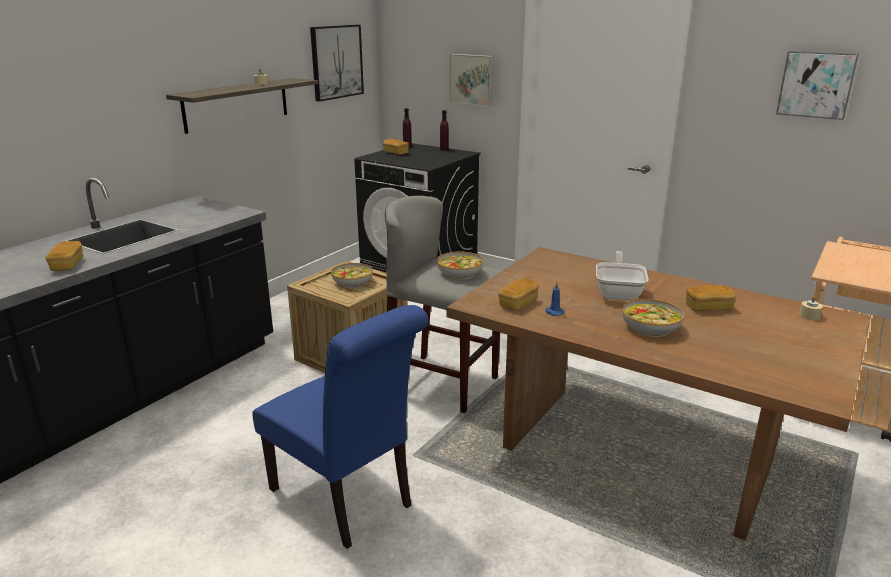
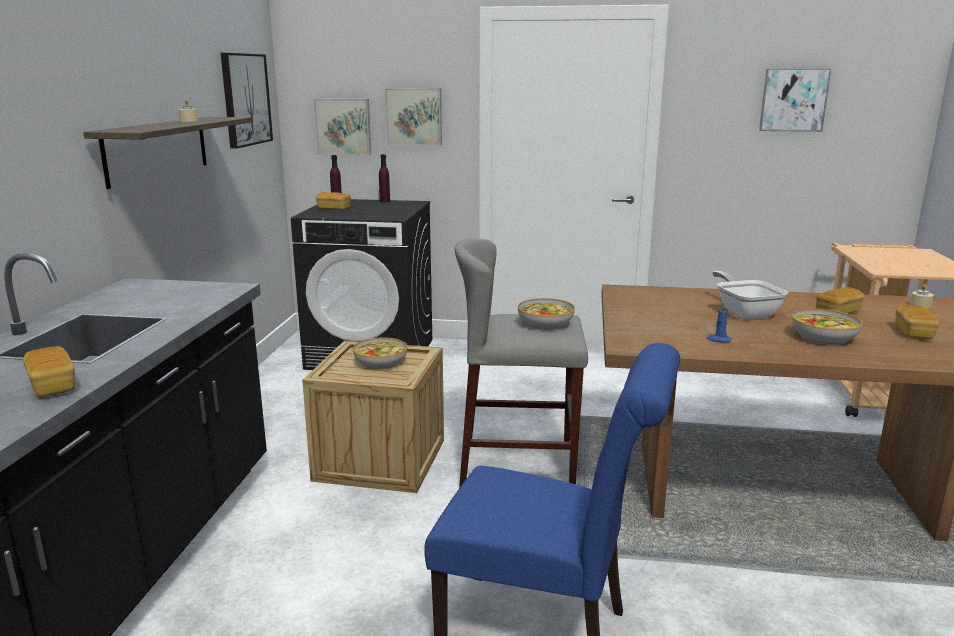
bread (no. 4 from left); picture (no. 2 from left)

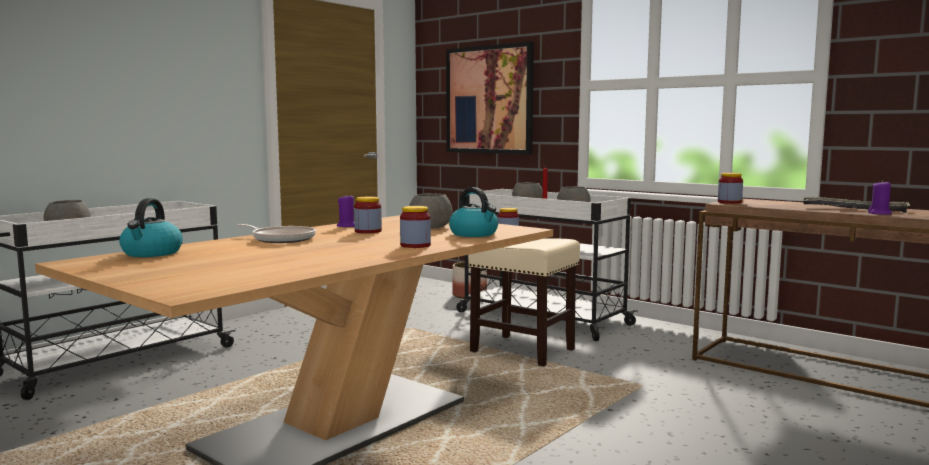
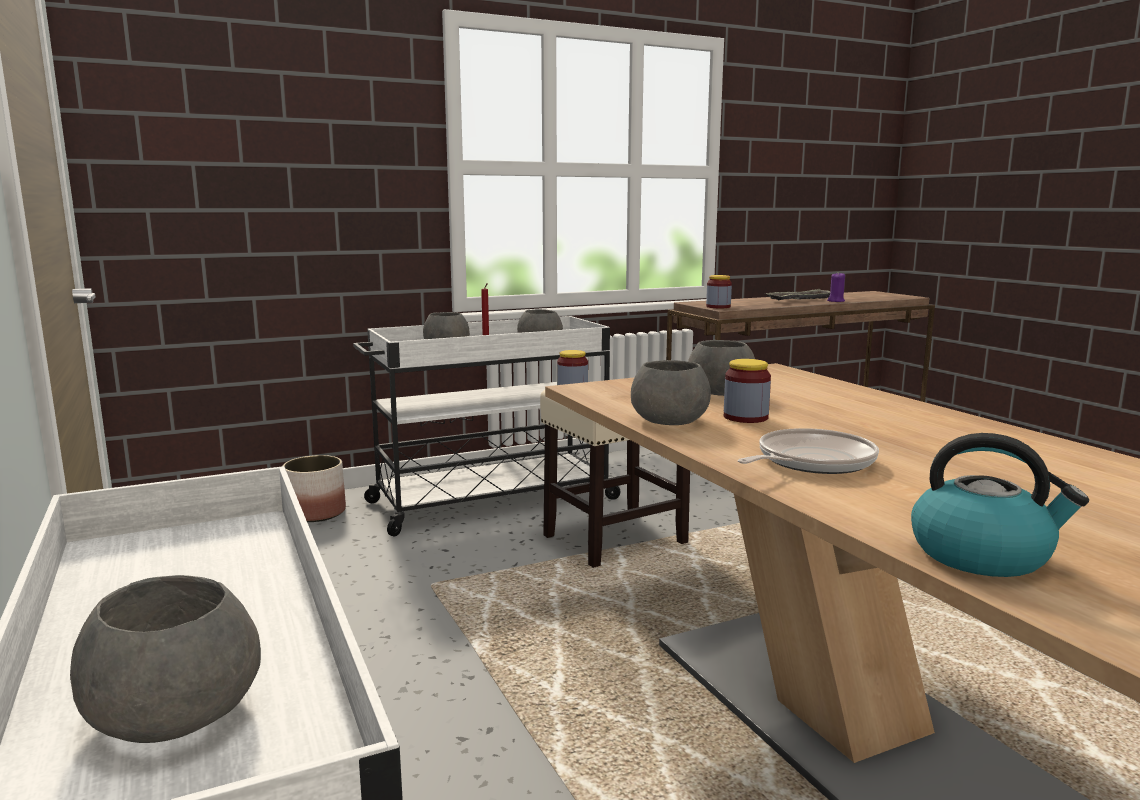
bowl (grey) (no. 4 from left); jar (no. 2 from left in the first image); picture; kettle (no. 2 from left in the first image)

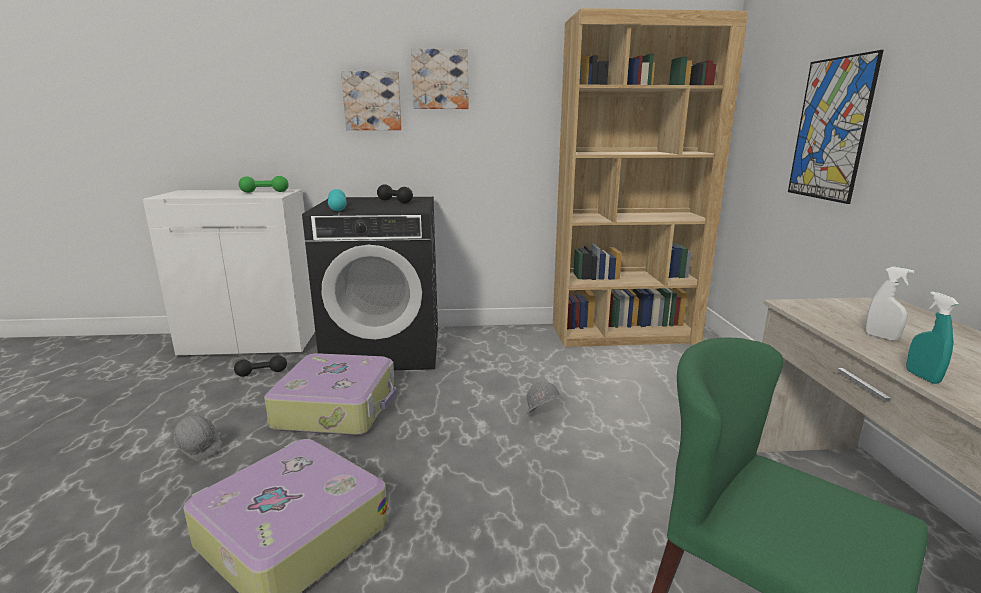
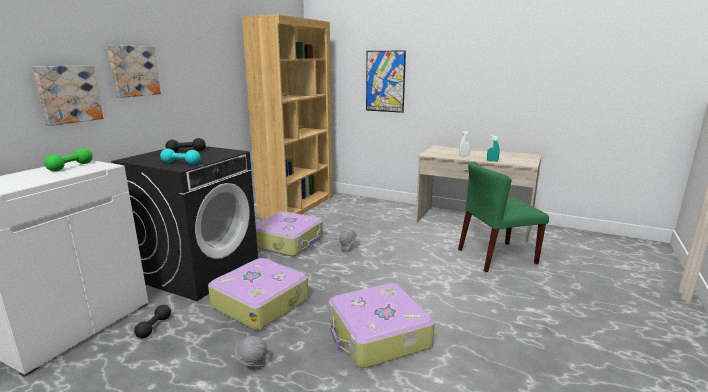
picture (no. 1 from left); suitcase (no. 2 from left)

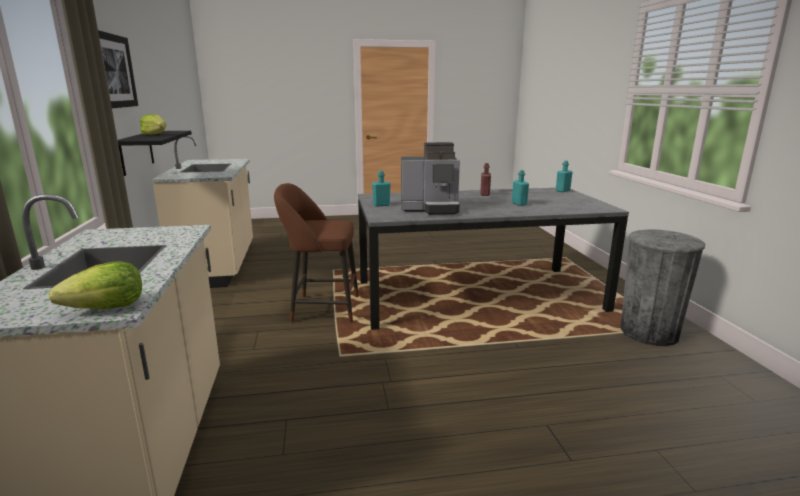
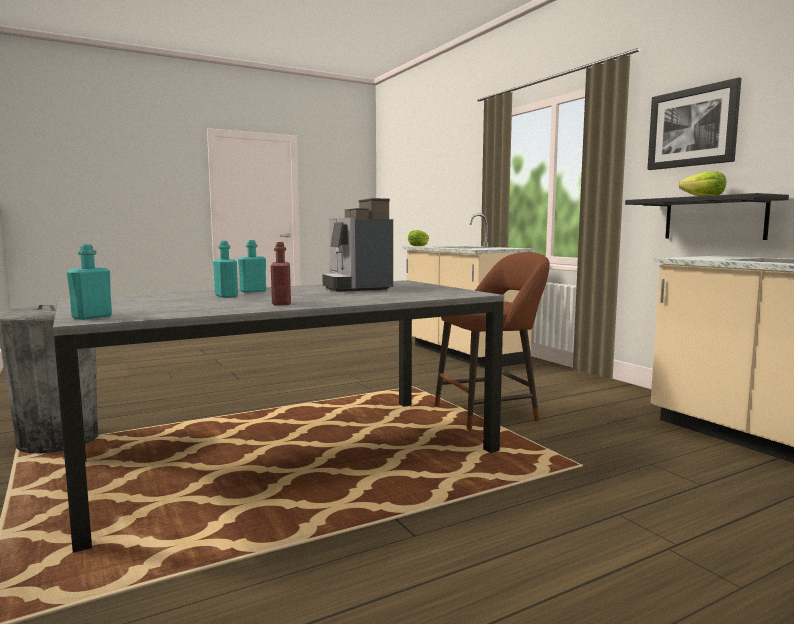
bottle (turquoise) (no. 3 from left); coffee machine

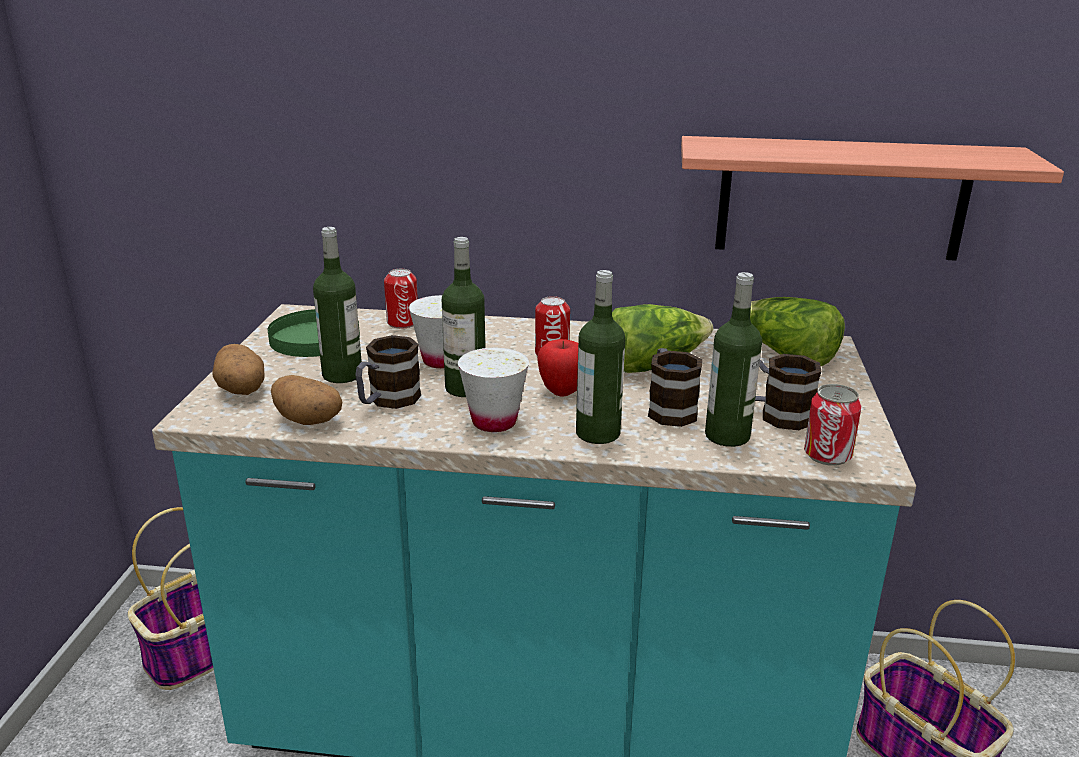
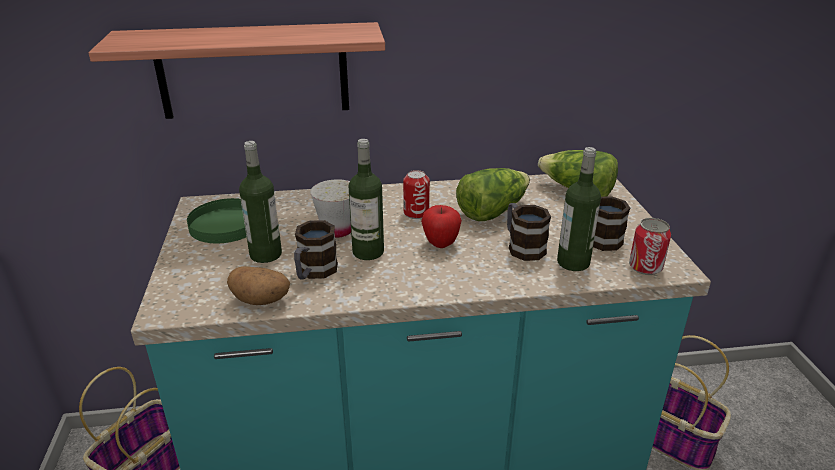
potato (no. 1 from left in the first image); can (no. 1 from left in the first image); cup (white) (no. 2 from left in the first image); bottle (no. 3 from left in the first image); shelf

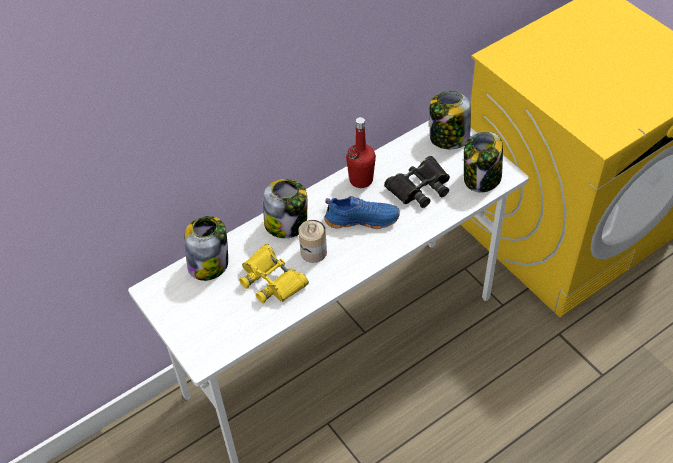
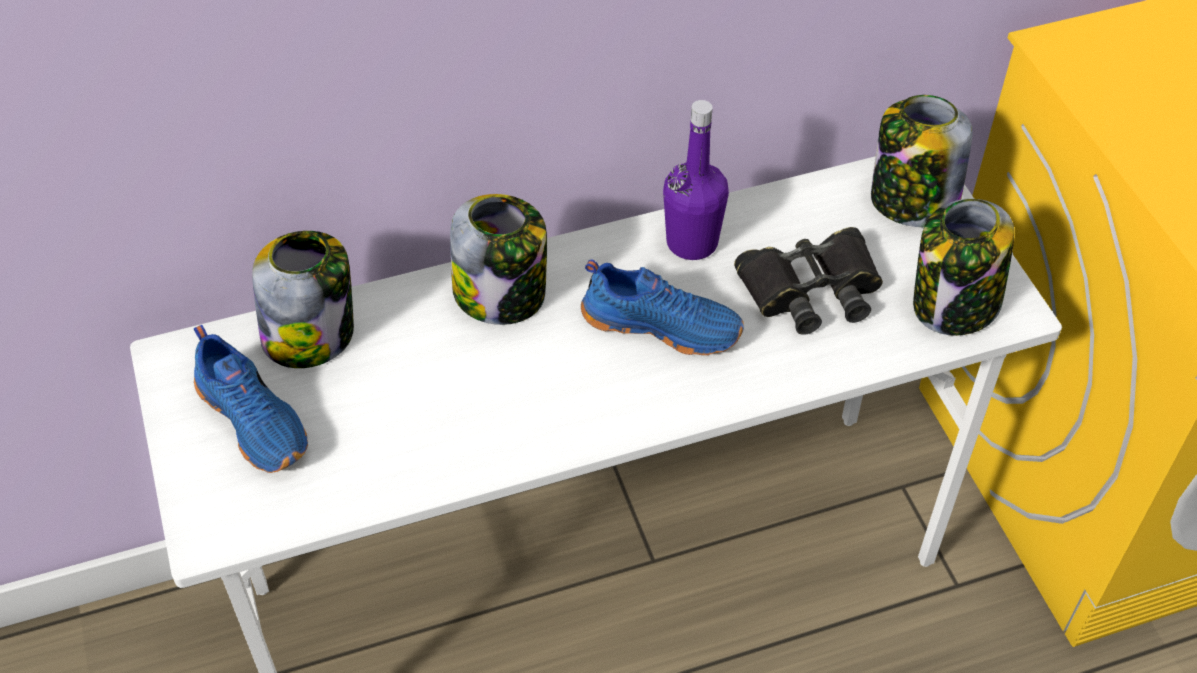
binoculars (yellow); can; bottle (purple); shoe (blue) (no. 1 from left)

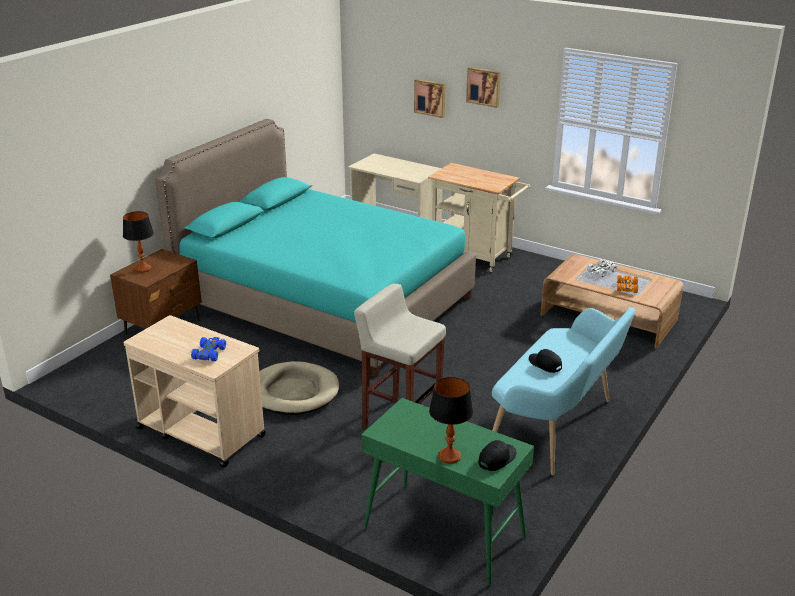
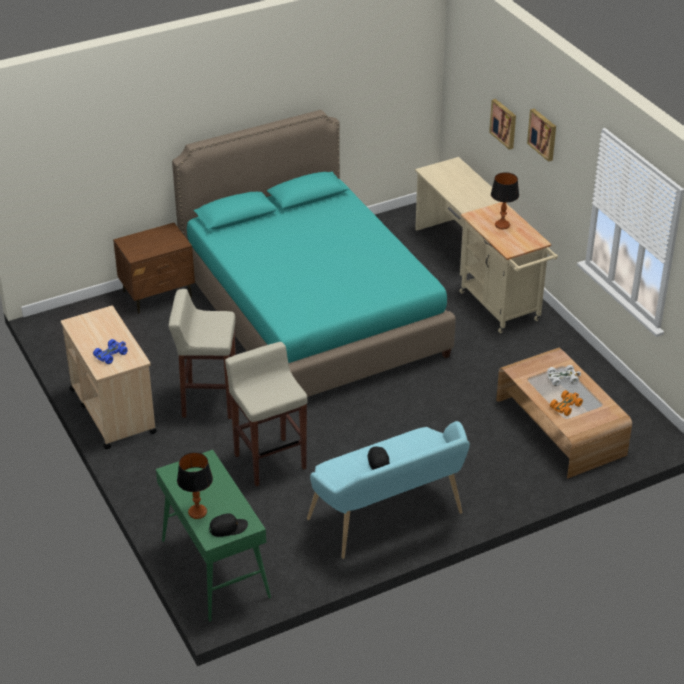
table lamp (no. 2 from left); stool (beige) (no. 1 from left)

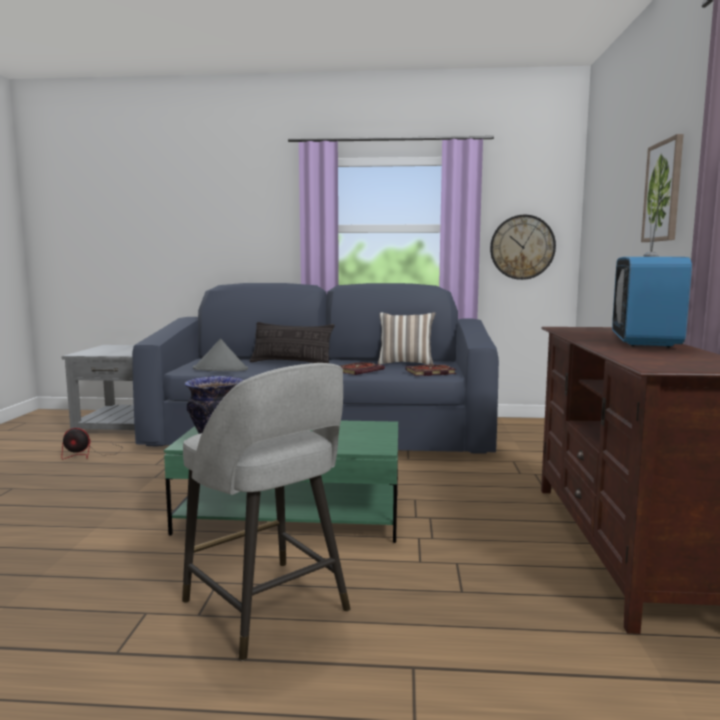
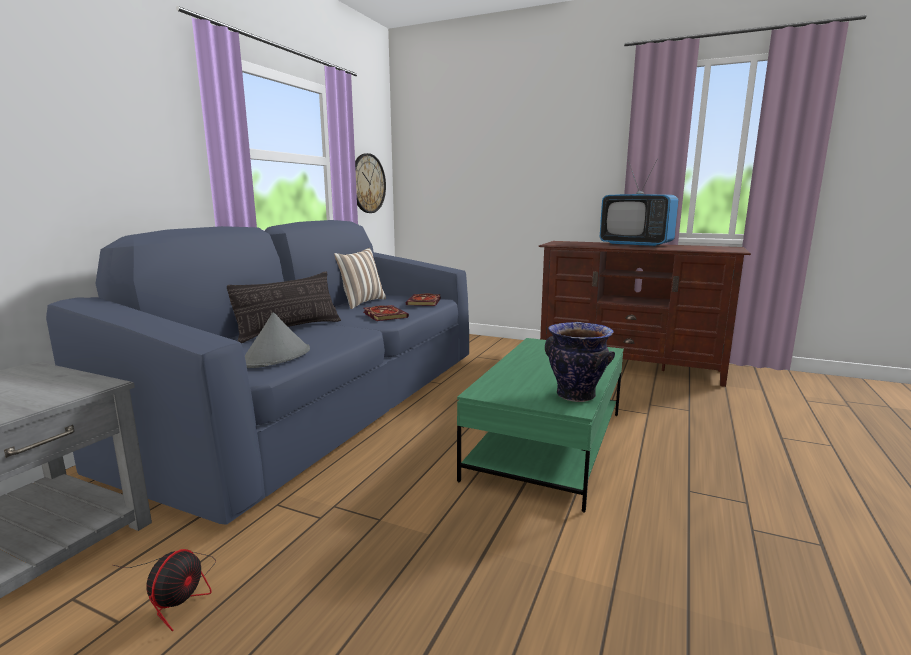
stool (grey); picture

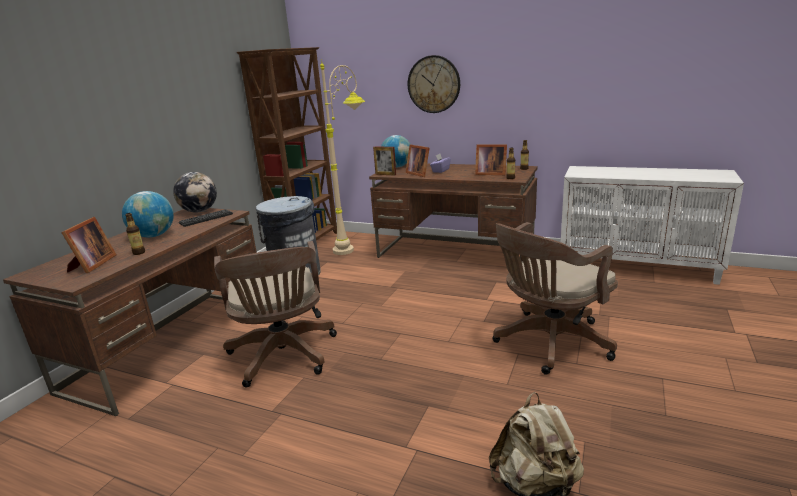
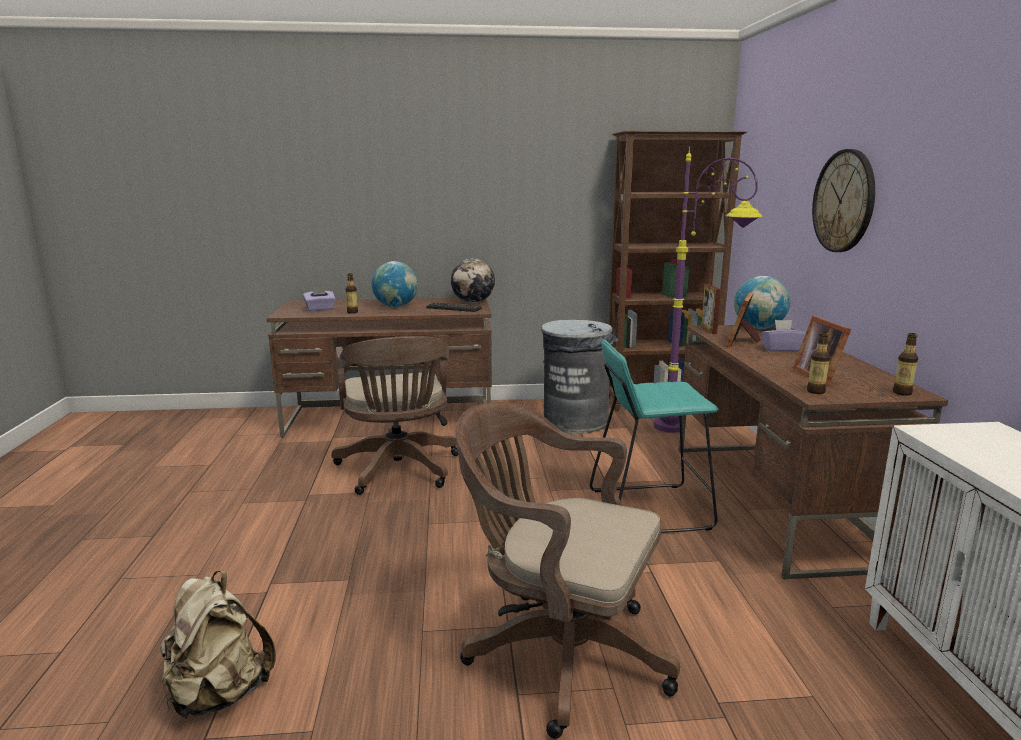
tissue box (purple) (no. 1 from left); office chair (brown) (no. 1 from left); floor lamp (purple); stool (turquoise)

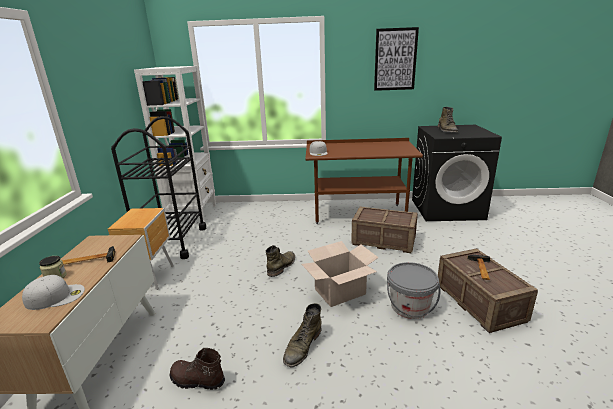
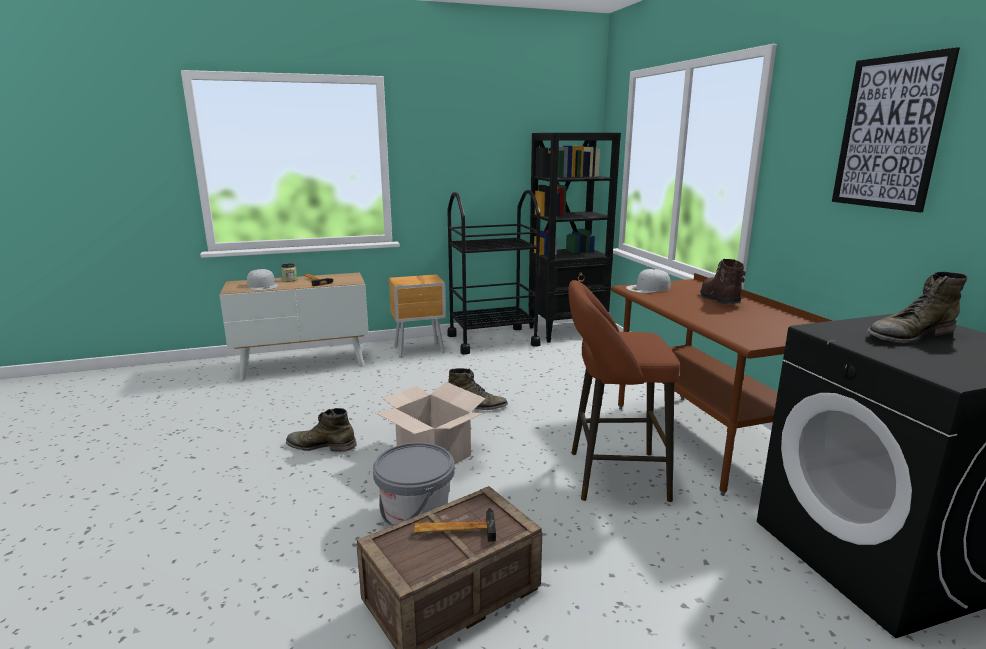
bookcase (black); boot (brown); stool (brown)

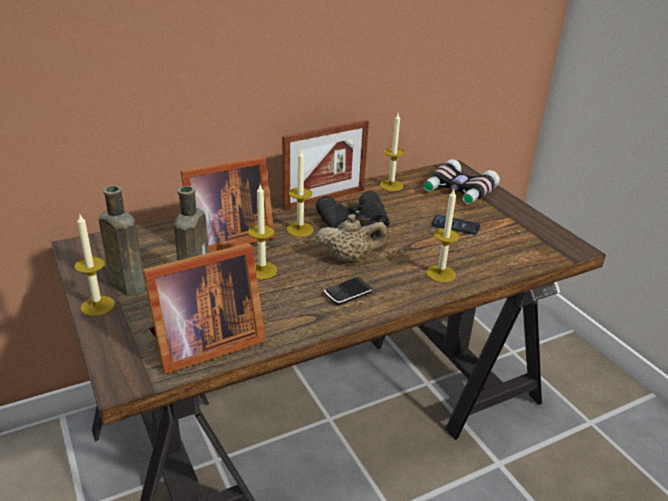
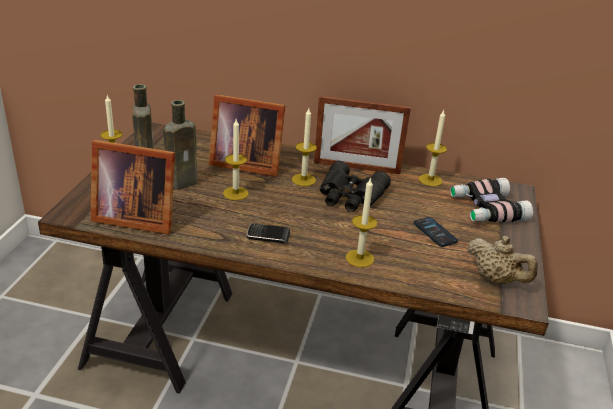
teapot (beige)

